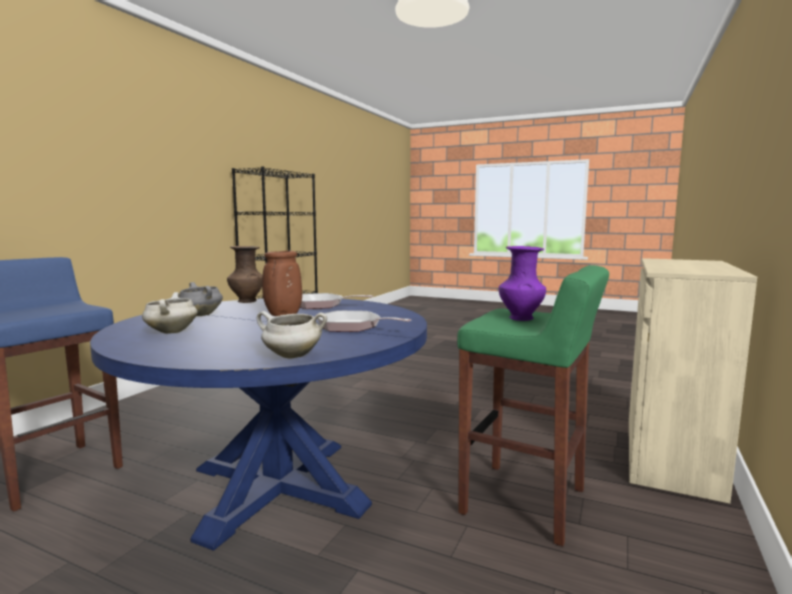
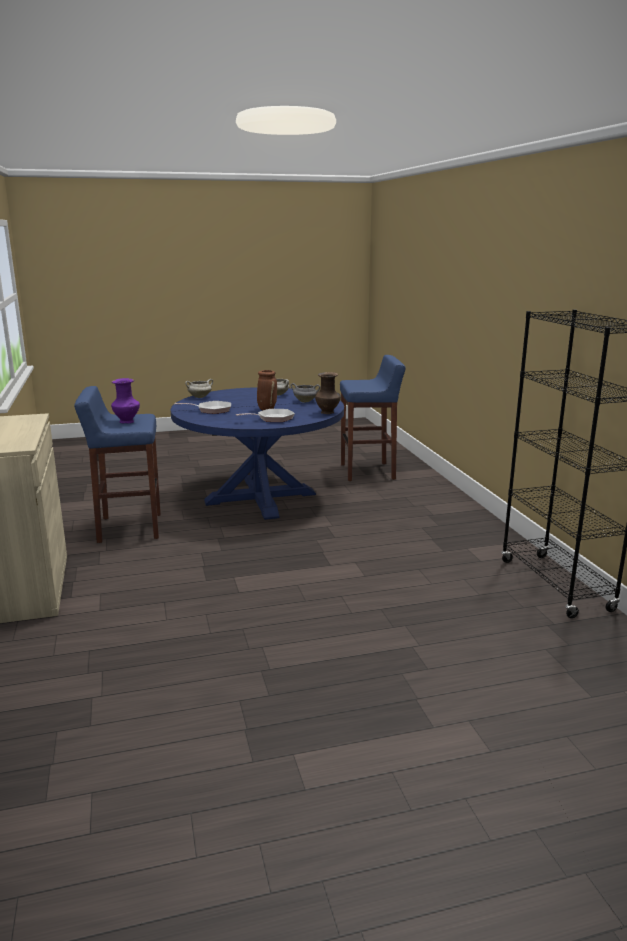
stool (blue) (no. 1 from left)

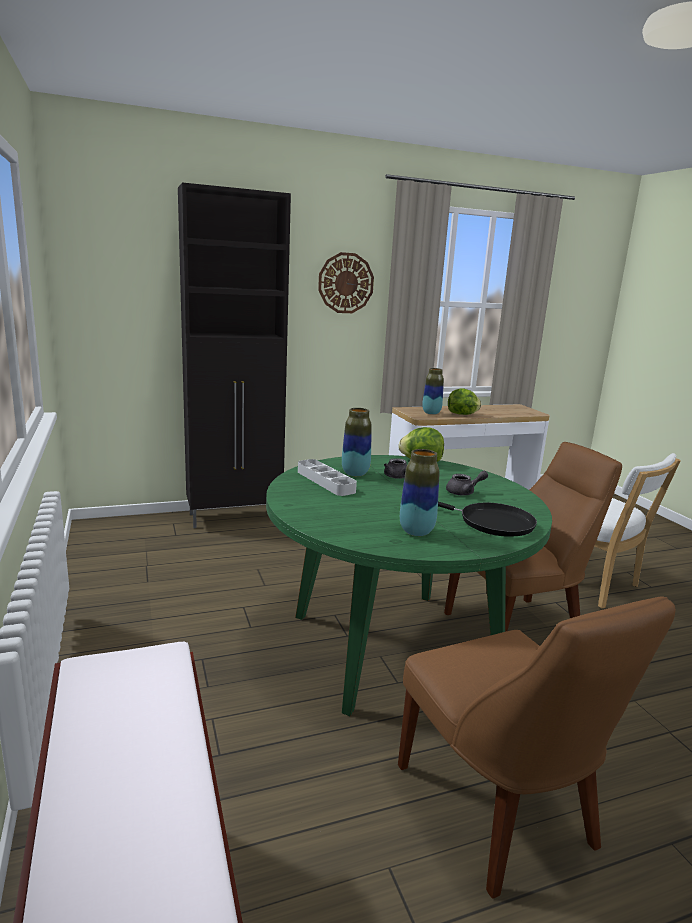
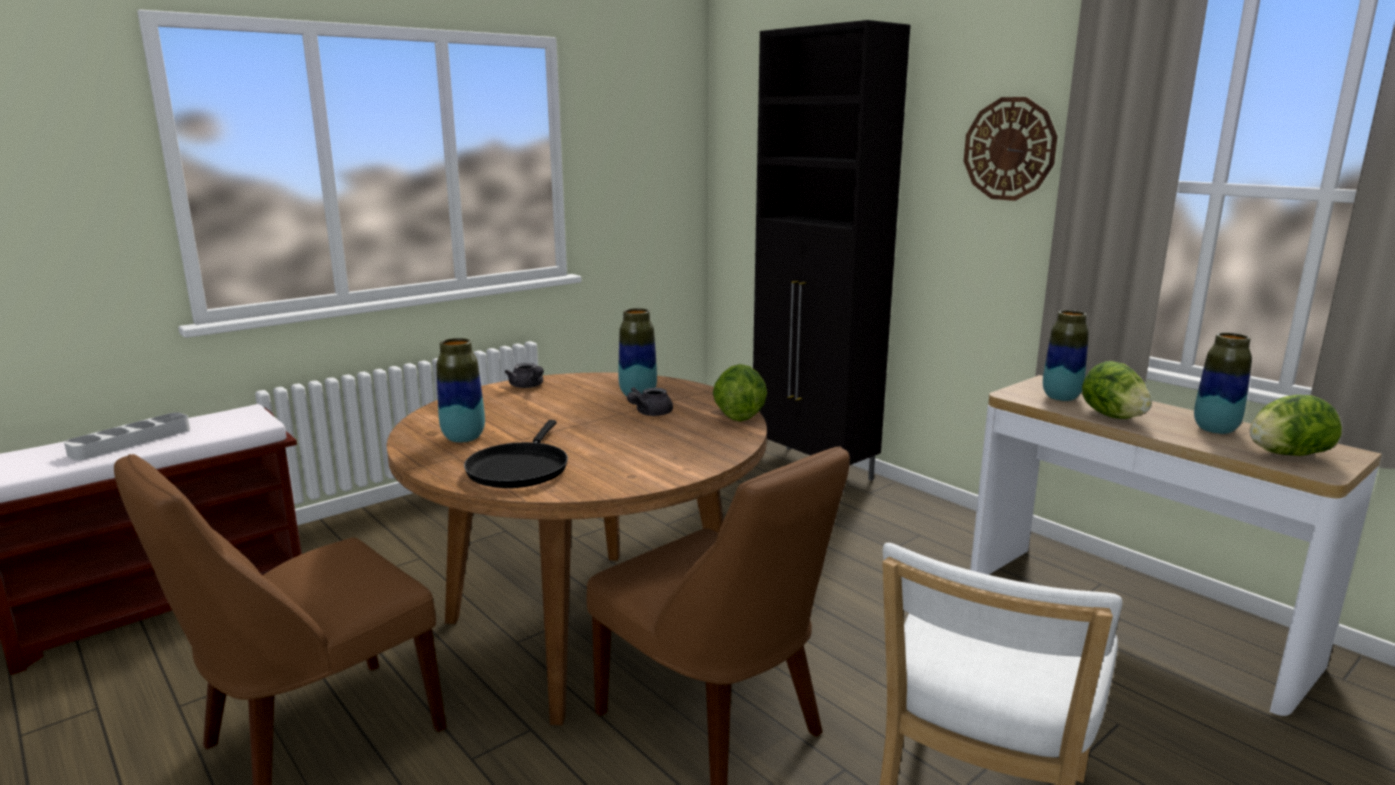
dining table (brown); tray (grey); teapot (grey) (no. 1 from left); vase (no. 4 from left); lettuce (no. 3 from left)

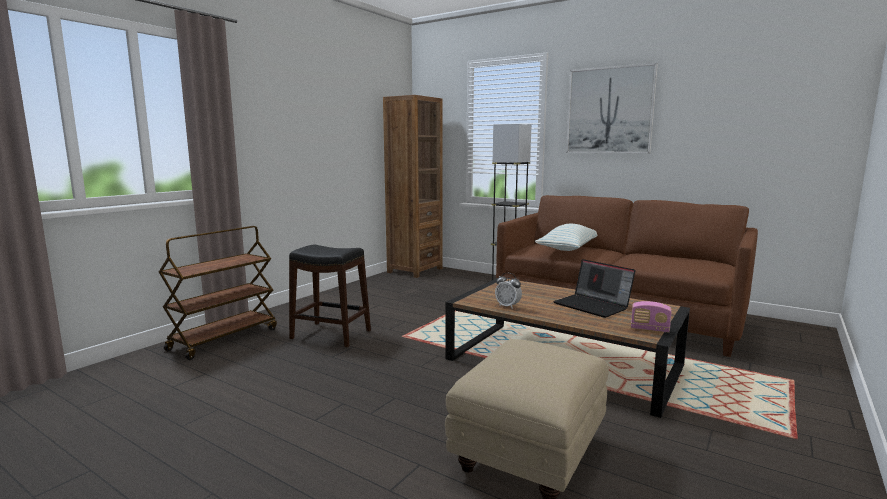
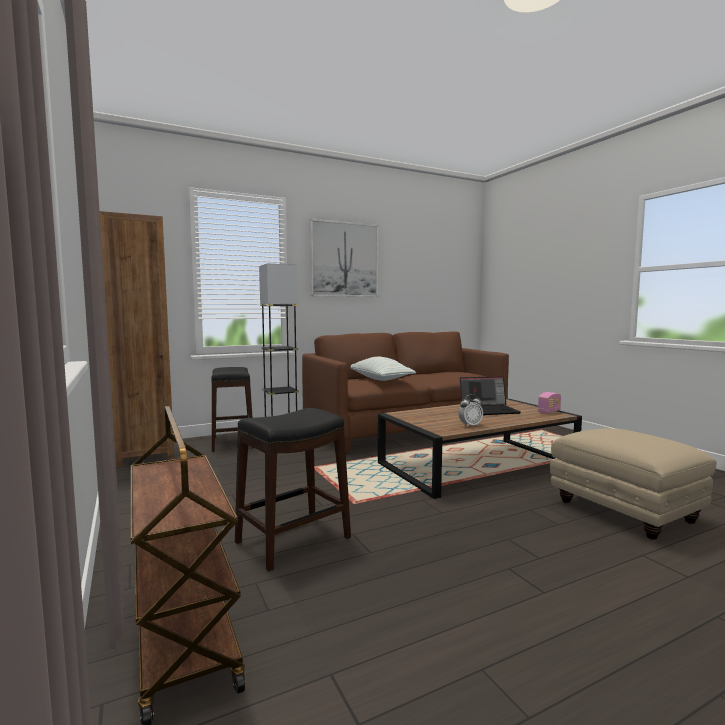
stool (black) (no. 1 from left)

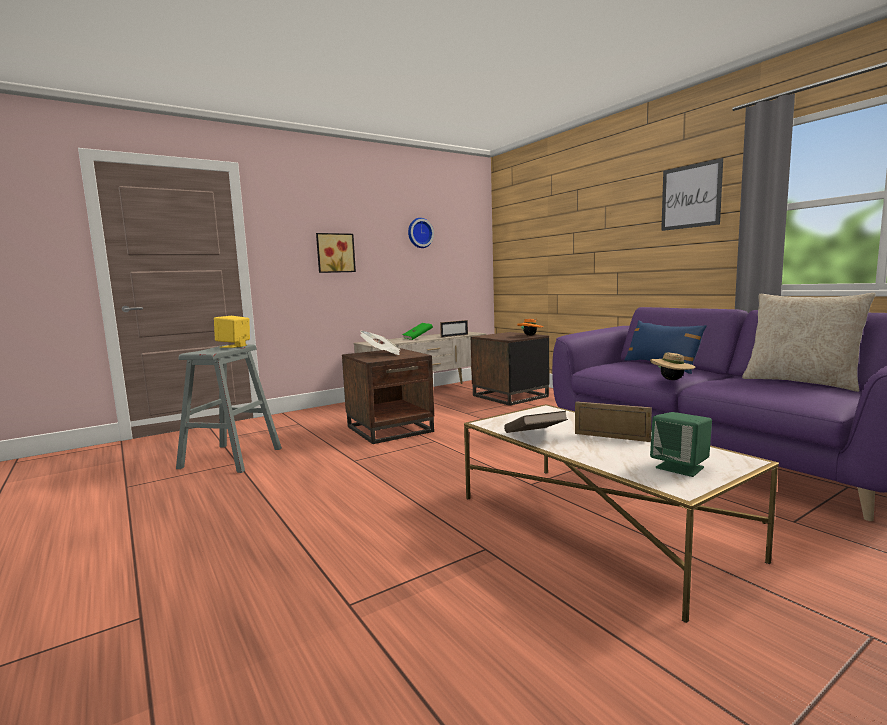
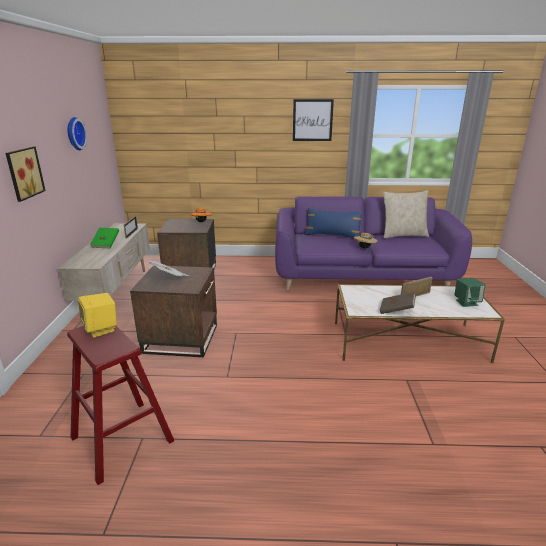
stool (red)

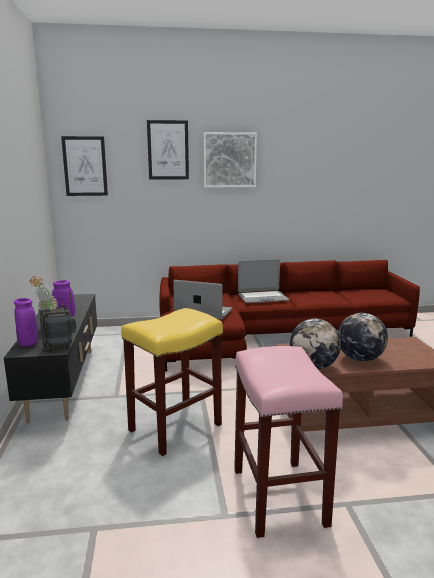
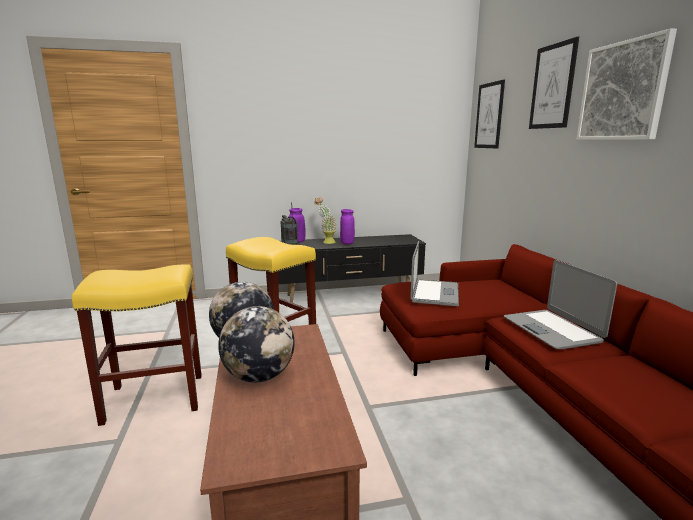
stool (yellow) (no. 1 from left)

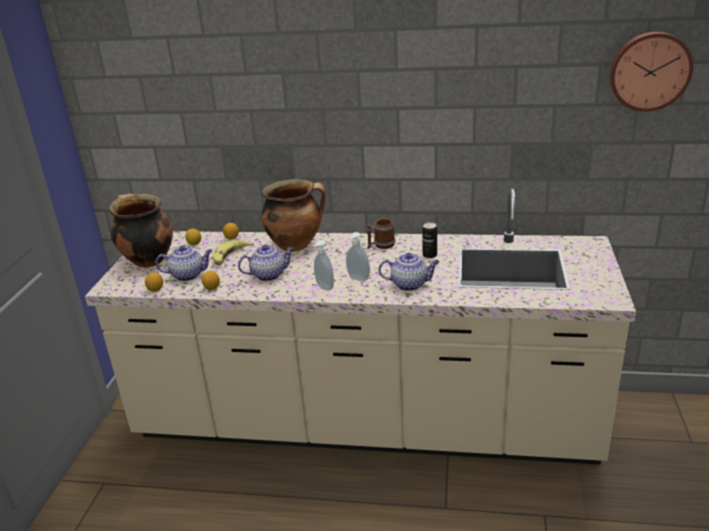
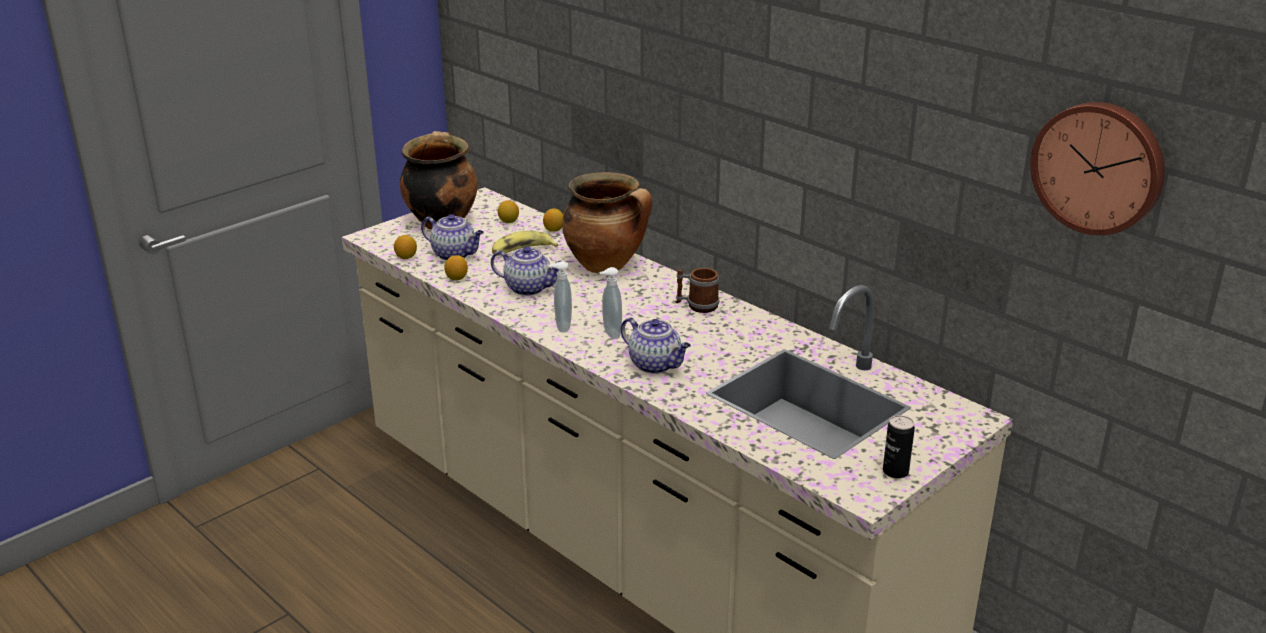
can

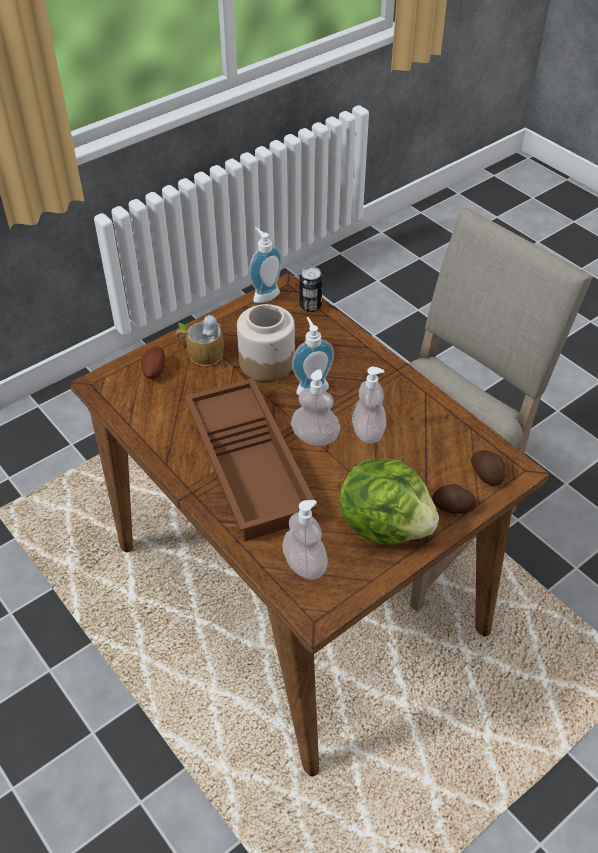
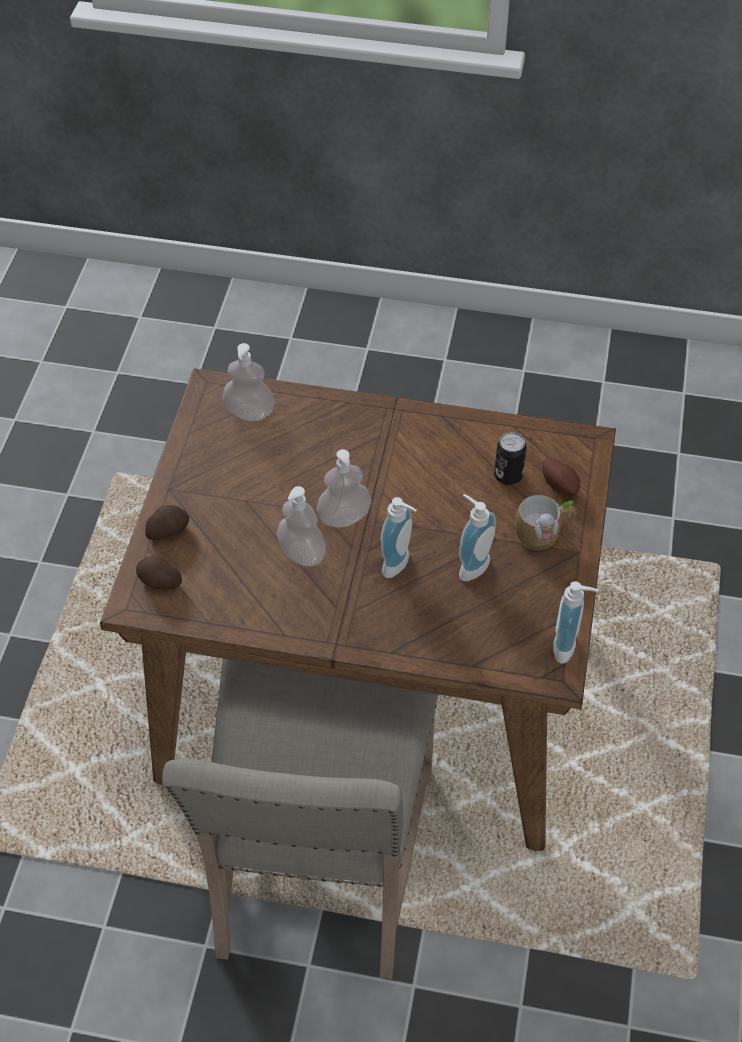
tray (brown); soap dispenser (no. 5 from left); can; lettuce

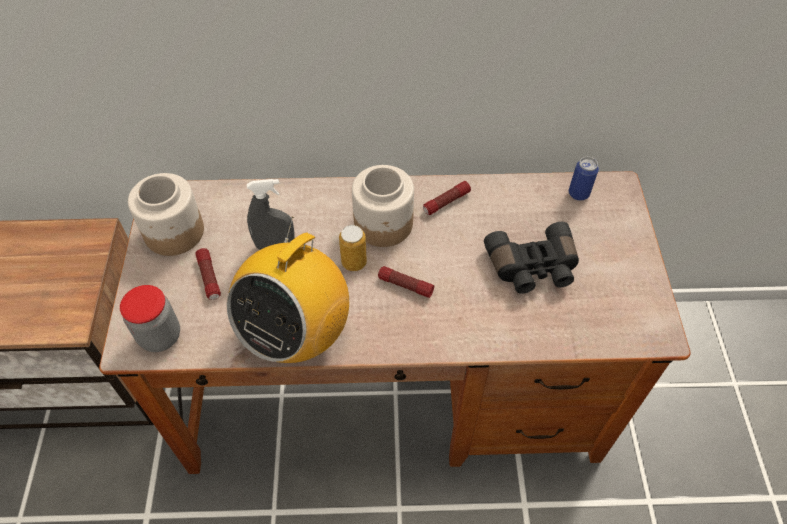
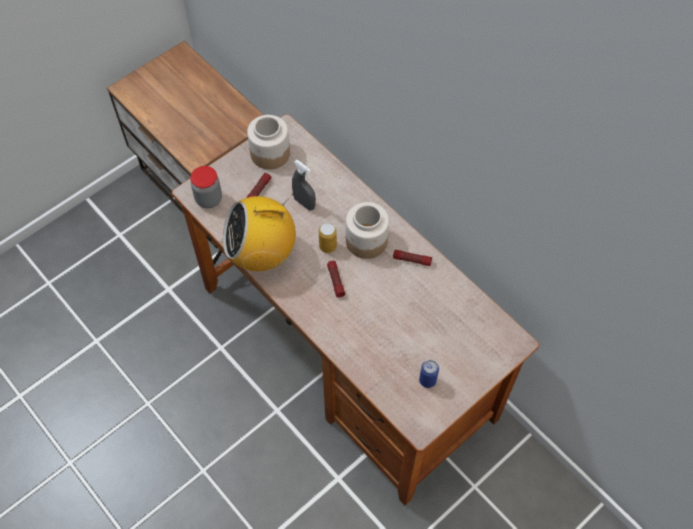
binoculars (black); can (no. 2 from left)

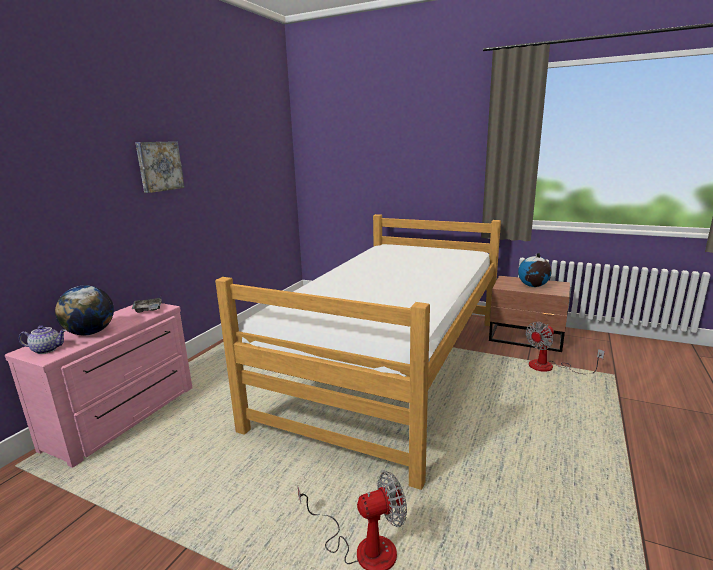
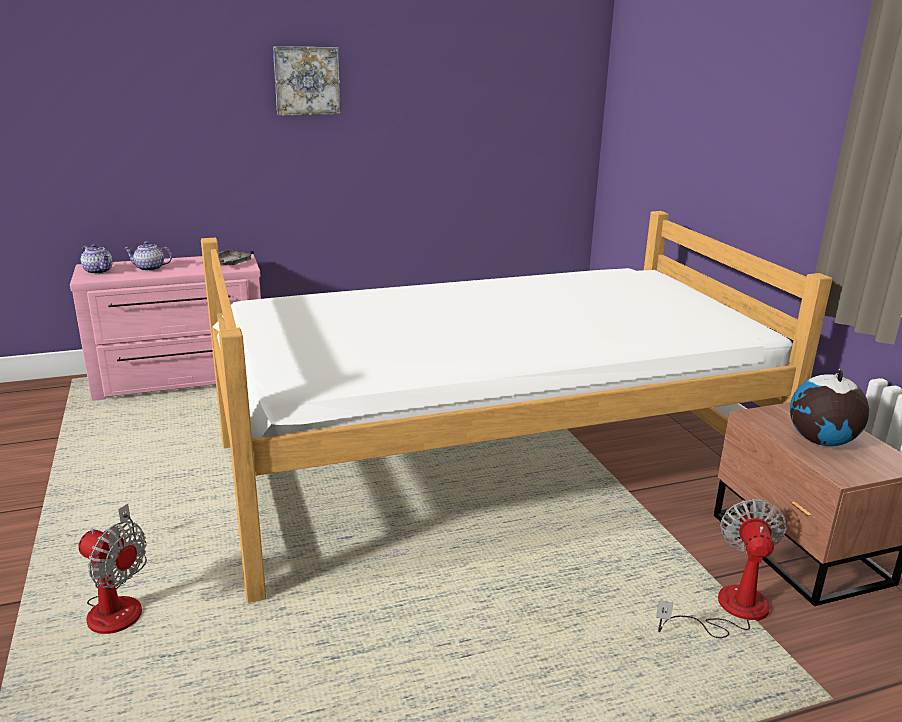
teapot (no. 2 from left); fan (no. 2 from left)

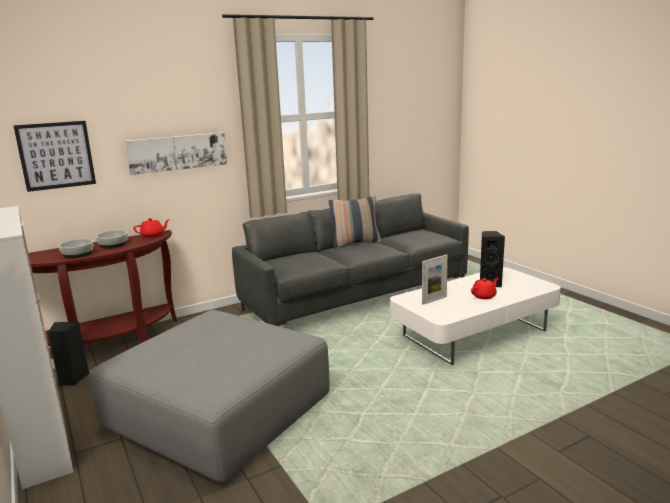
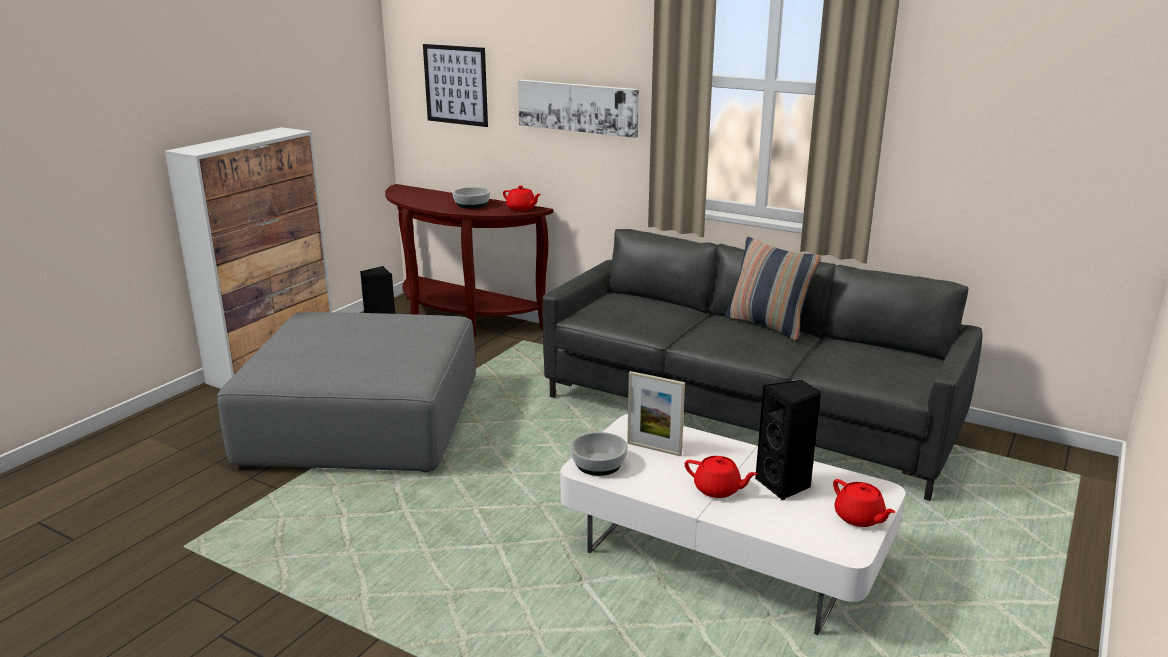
bowl (no. 2 from left); teapot (red) (no. 3 from left)

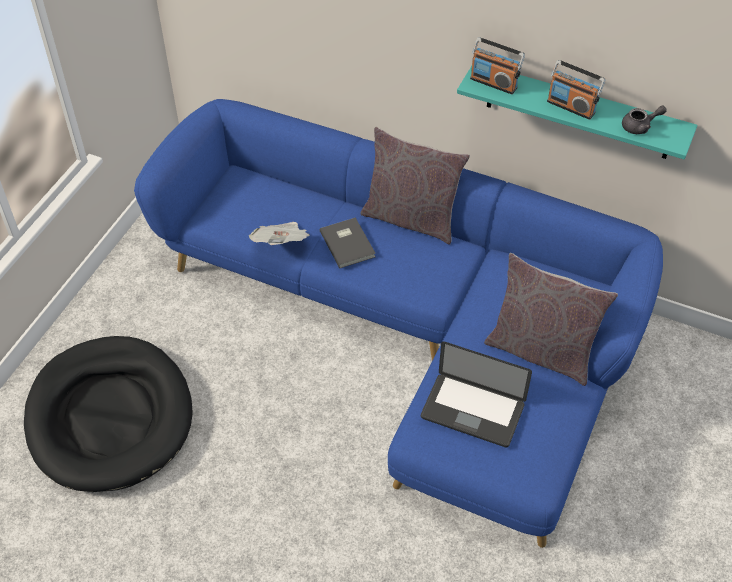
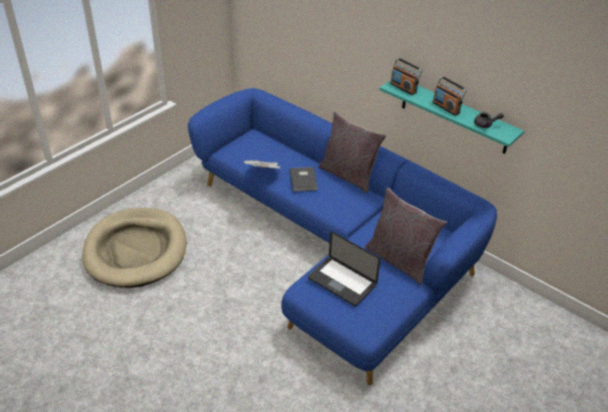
dog bed (beige)

